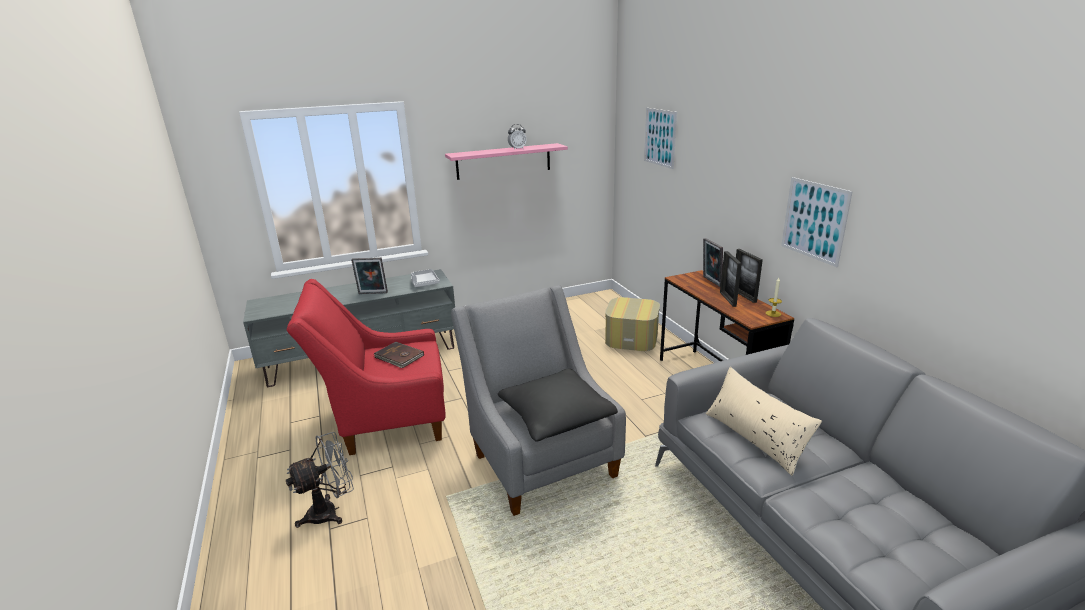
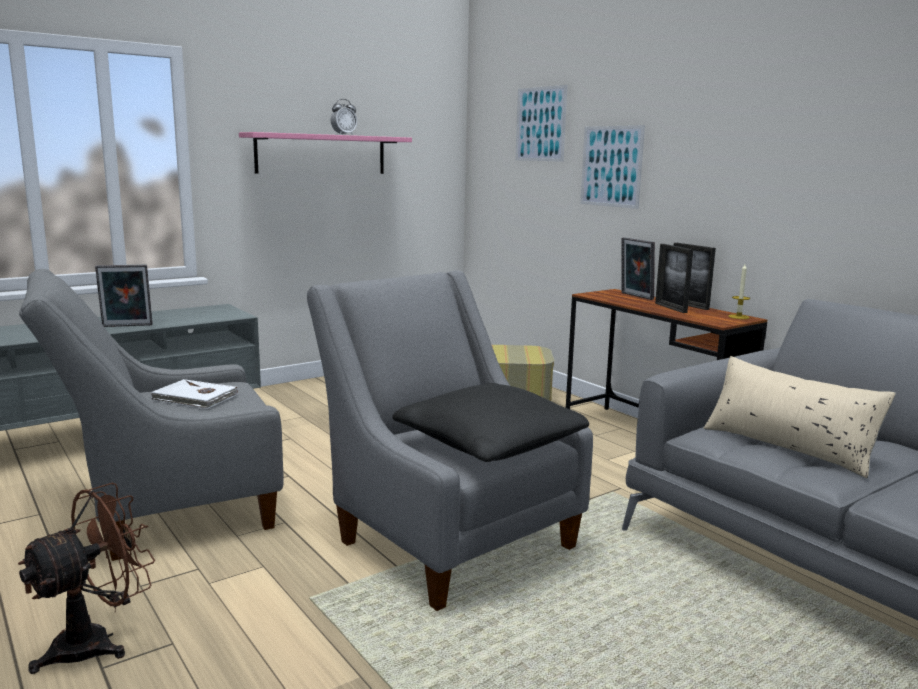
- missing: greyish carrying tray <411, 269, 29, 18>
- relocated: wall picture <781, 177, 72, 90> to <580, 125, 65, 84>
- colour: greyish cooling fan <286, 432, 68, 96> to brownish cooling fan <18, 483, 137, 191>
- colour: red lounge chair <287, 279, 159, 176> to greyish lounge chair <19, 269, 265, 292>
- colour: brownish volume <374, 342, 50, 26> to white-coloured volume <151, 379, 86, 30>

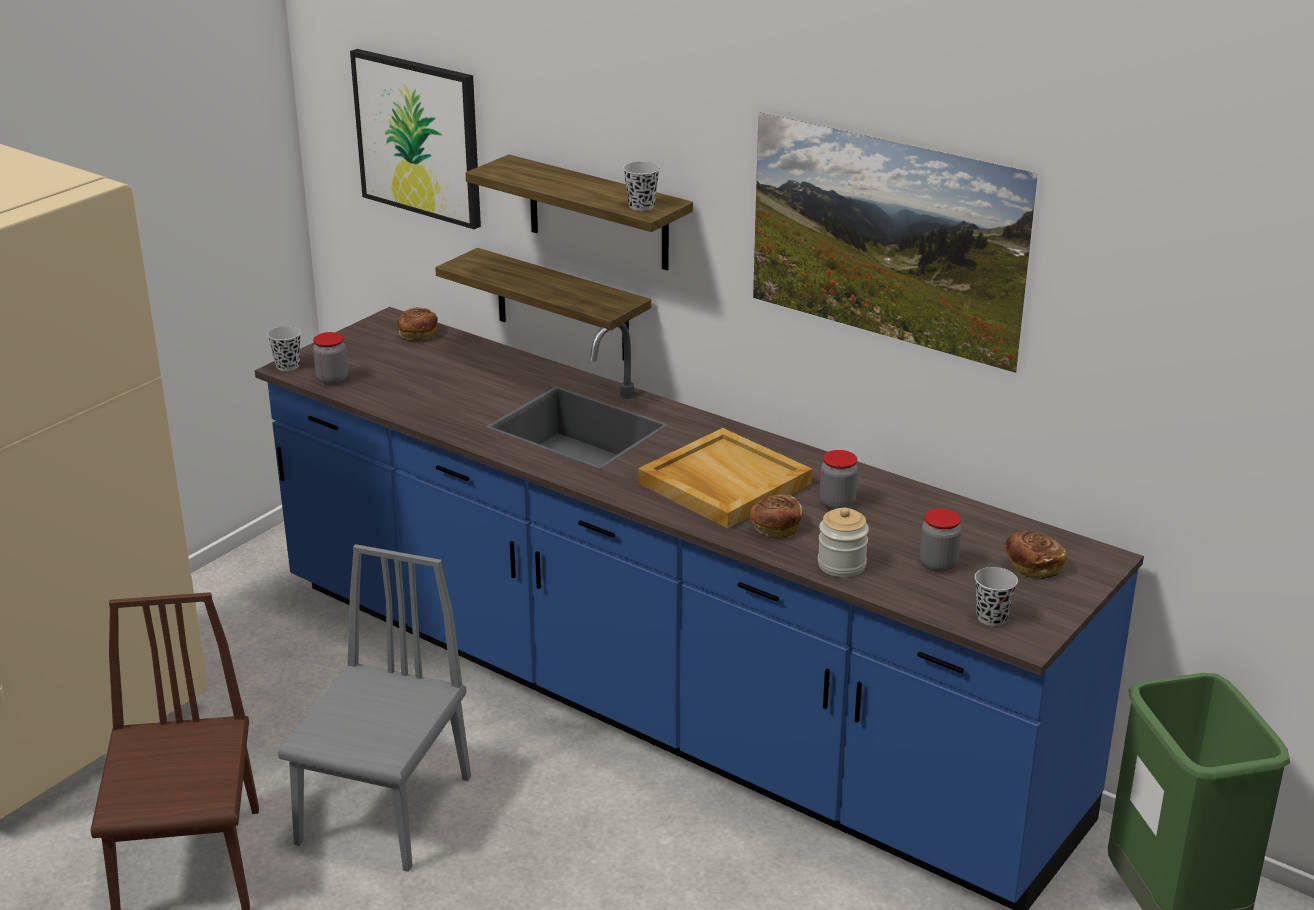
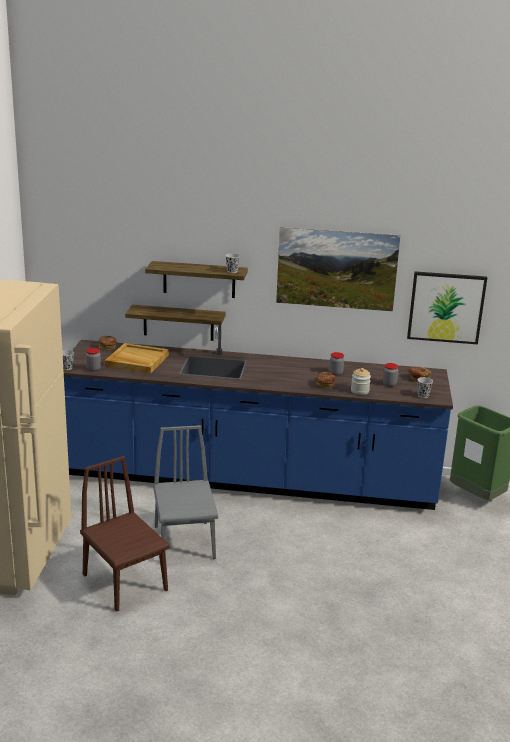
- relocated: wall picture <350, 49, 131, 180> to <407, 271, 80, 73>
- relocated: sand-coloured carrying tray <638, 428, 174, 101> to <105, 343, 64, 31>

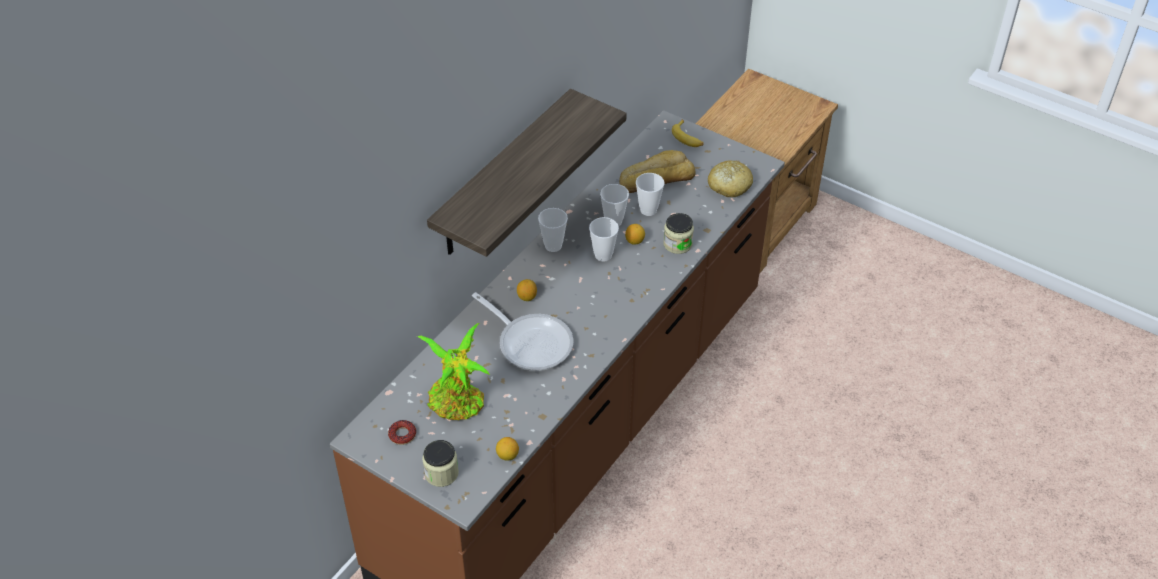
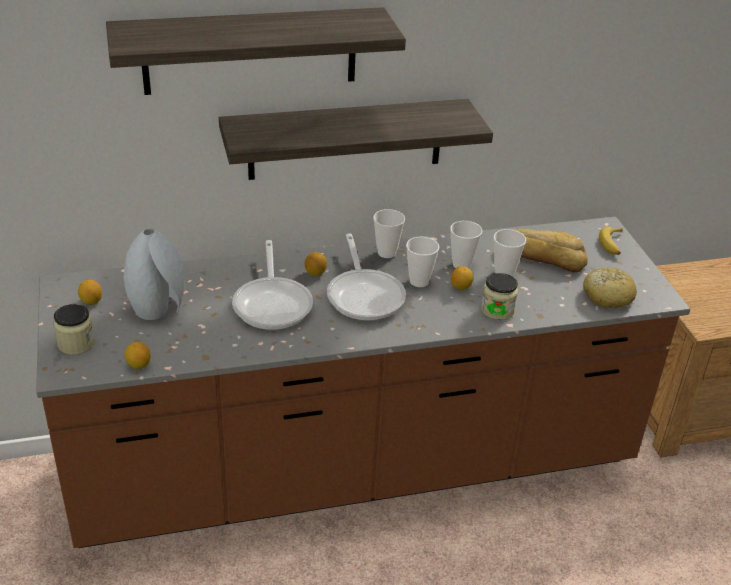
- appeared: wall shelf <106, 7, 300, 88>
- appeared: pan <327, 233, 79, 88>
- exchanged: donut <388, 420, 28, 25> to citrus fruit <78, 280, 24, 25>
- exchanged: potted plant <417, 323, 73, 97> to greyish vase <124, 228, 60, 92>

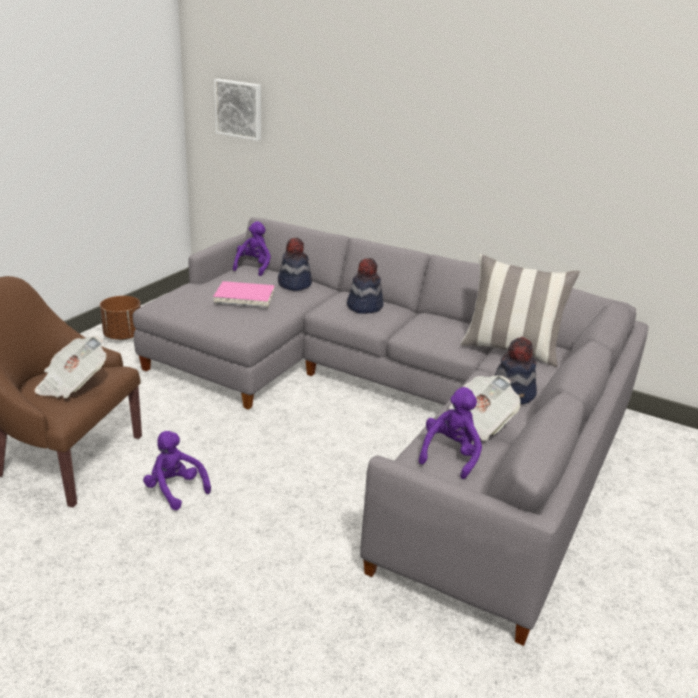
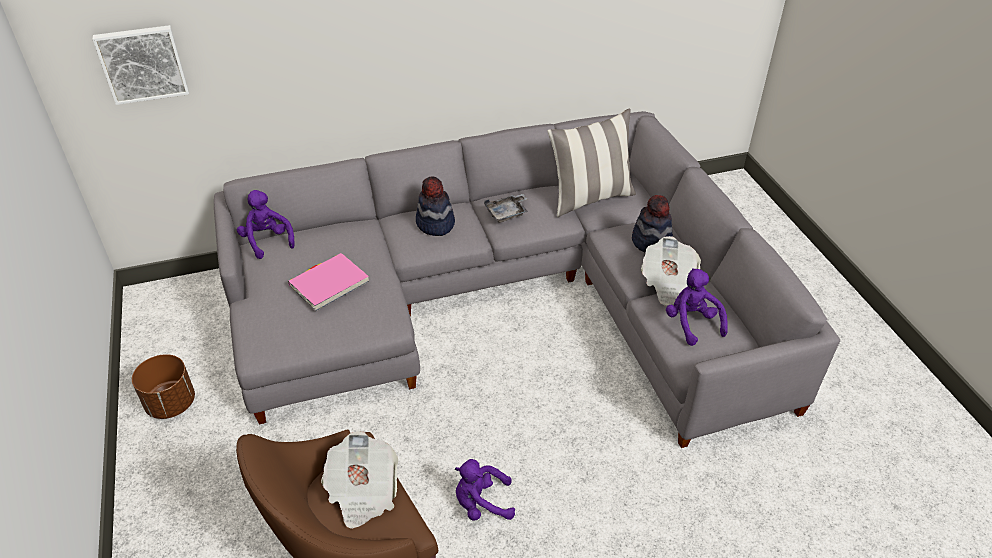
- missing: wearable hat <278, 237, 34, 54>
- appeared: greyish carrying tray <484, 194, 44, 29>

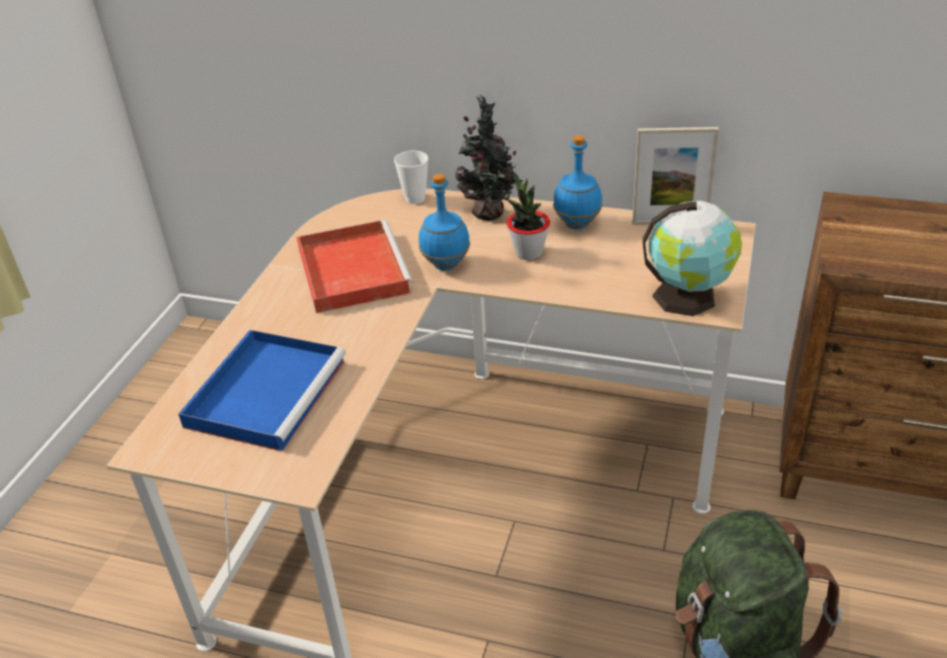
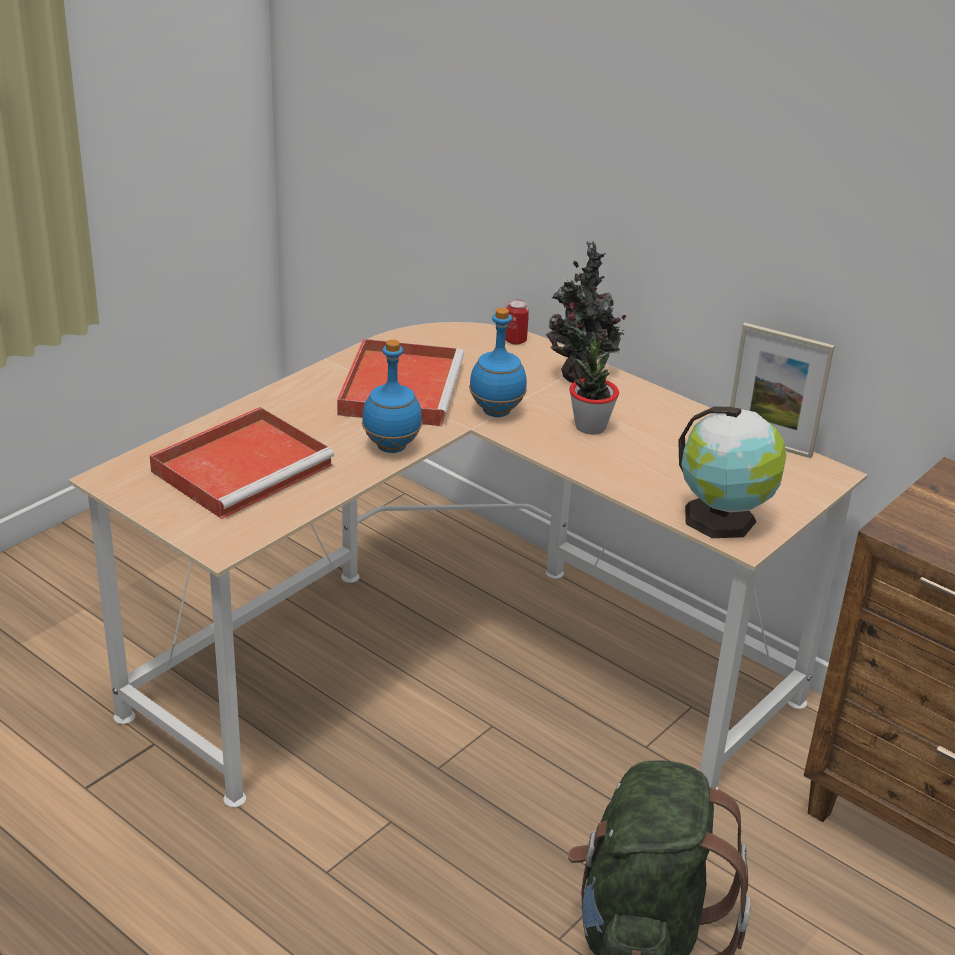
- relocated: bluish drink bottle <553, 135, 49, 95> to <362, 339, 60, 114>
- exchanged: drinking cup <394, 151, 34, 53> to sealed can <505, 299, 24, 46>
- colour: bluish carrying tray <178, 330, 168, 121> to red carrying tray <150, 407, 184, 112>

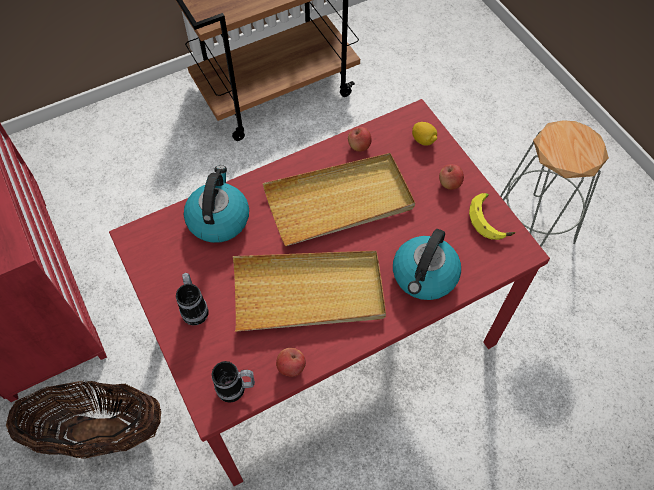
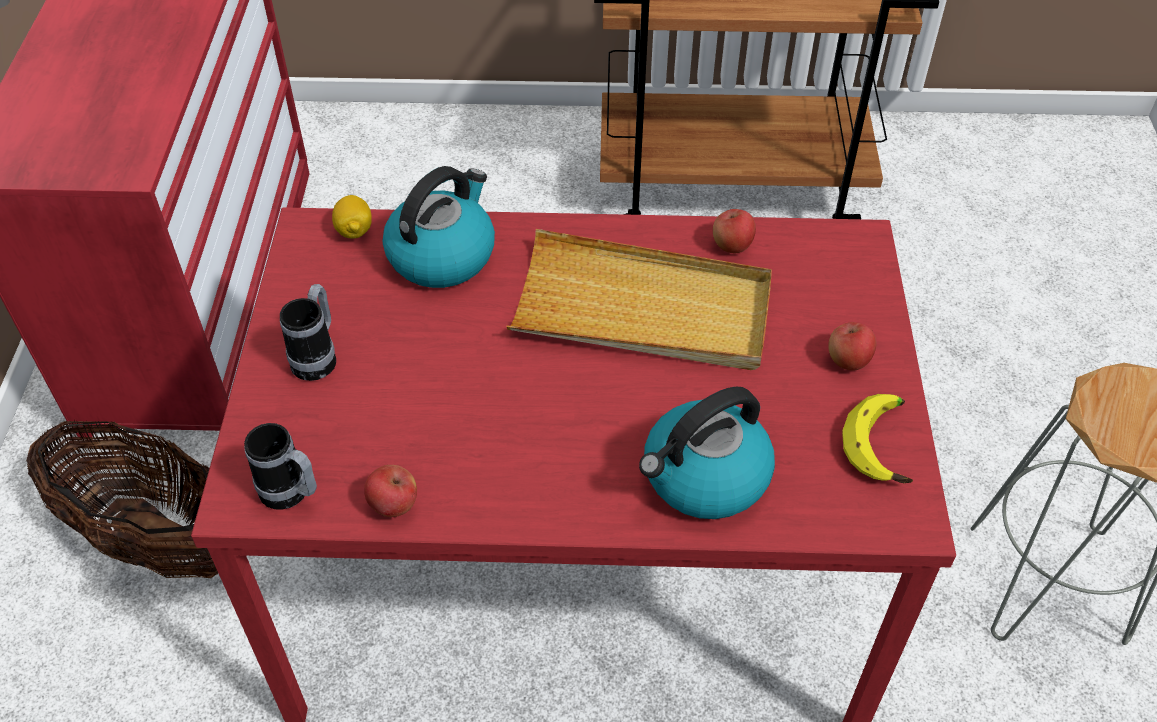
- missing: sand-coloured carrying tray <233, 251, 153, 81>
- relocated: citrus fruit <412, 122, 25, 24> to <332, 195, 40, 43>

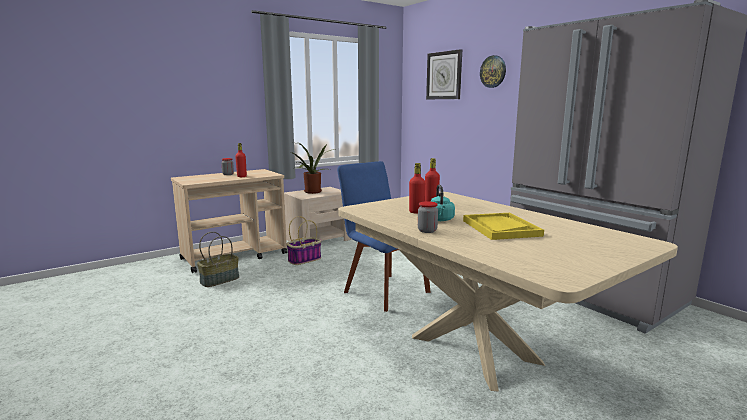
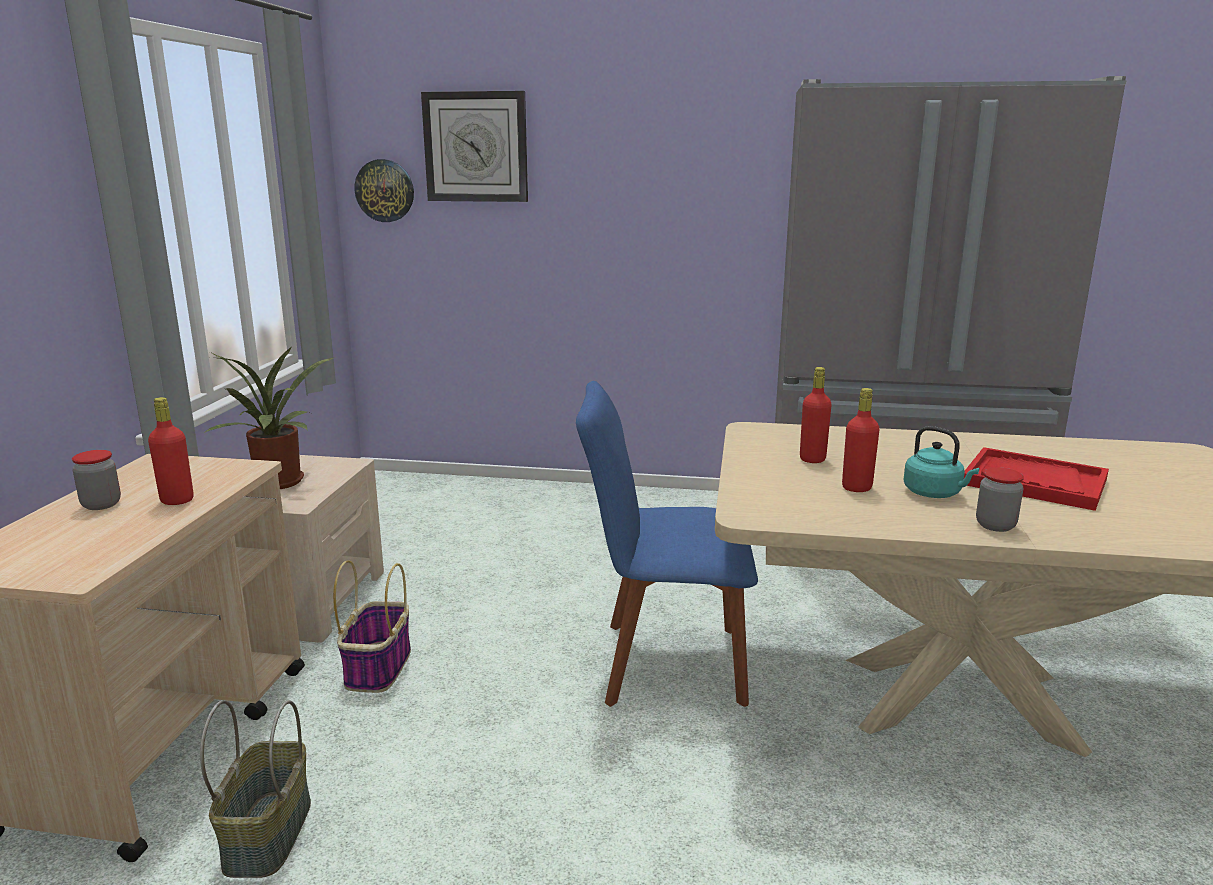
- relocated: wall clock <480, 55, 26, 33> to <355, 159, 59, 63>
- colour: yellow carrying tray <463, 213, 81, 27> to red carrying tray <964, 447, 145, 64>

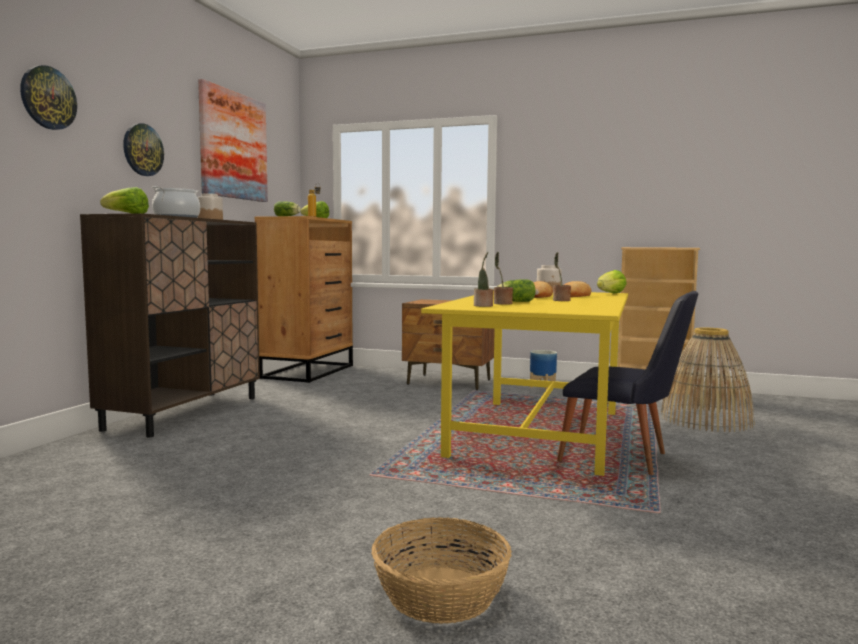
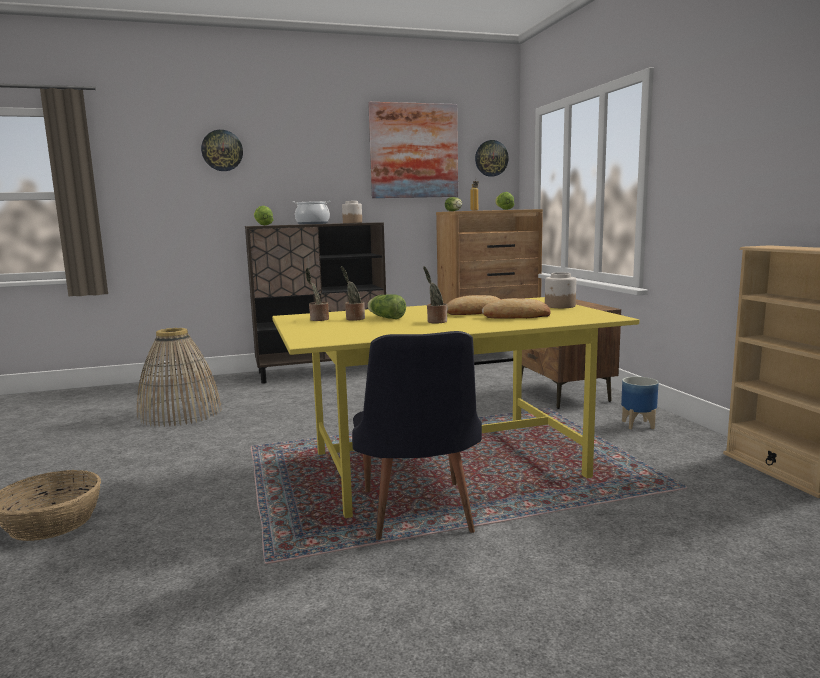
- missing: head of lettuce <597, 270, 30, 24>
- relocated: wall clock <123, 123, 41, 53> to <475, 140, 34, 37>
- relocated: basket <661, 327, 93, 105> to <137, 328, 85, 99>

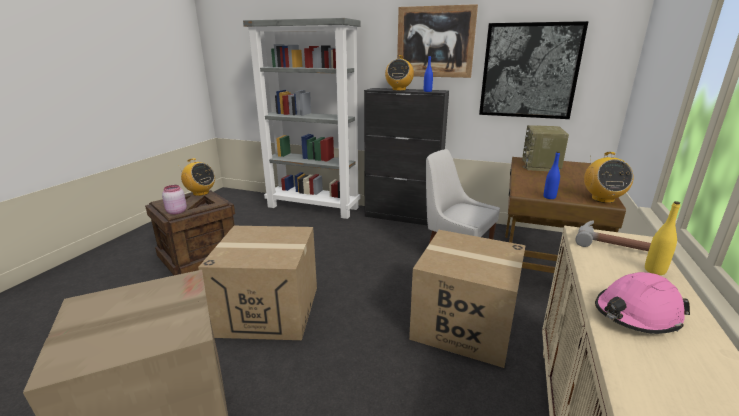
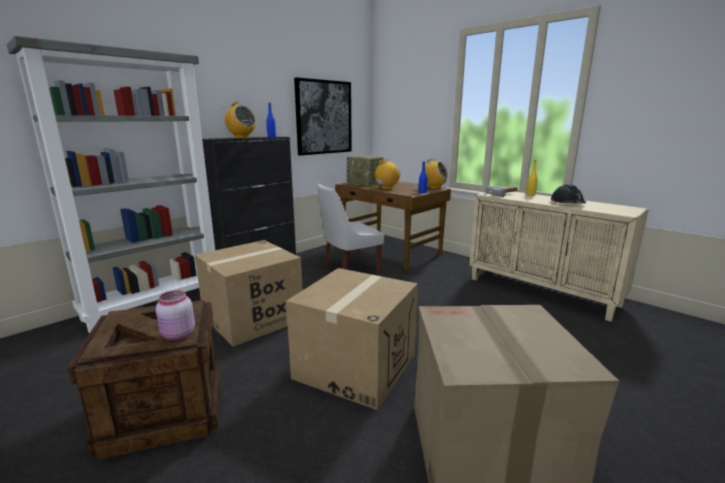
- missing: wall picture <397, 4, 81, 74>
- relocated: radio receiver <178, 158, 37, 38> to <375, 159, 26, 30>
- relocated: cardboard box <409, 230, 117, 138> to <195, 240, 108, 107>
- colour: pinkish hard hat <595, 272, 95, 62> to black hard hat <551, 184, 35, 19>

